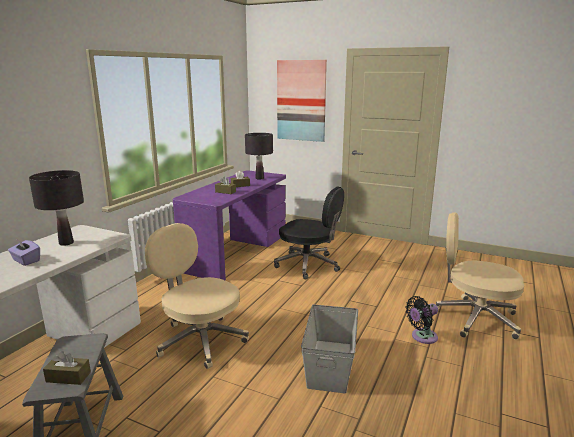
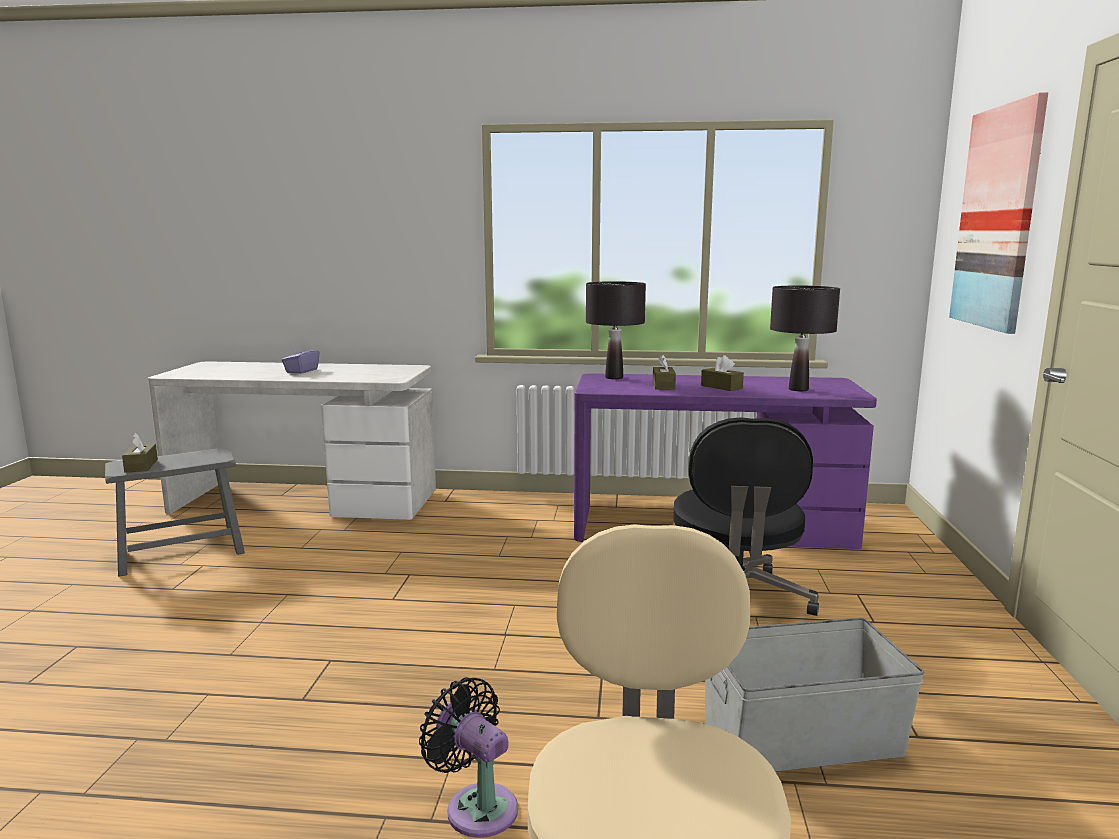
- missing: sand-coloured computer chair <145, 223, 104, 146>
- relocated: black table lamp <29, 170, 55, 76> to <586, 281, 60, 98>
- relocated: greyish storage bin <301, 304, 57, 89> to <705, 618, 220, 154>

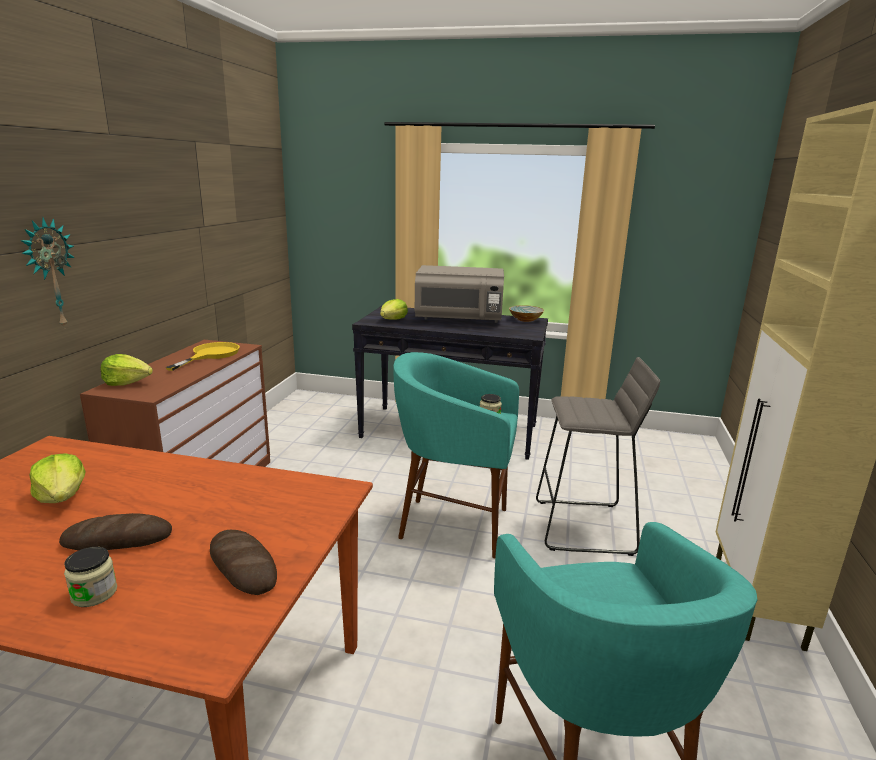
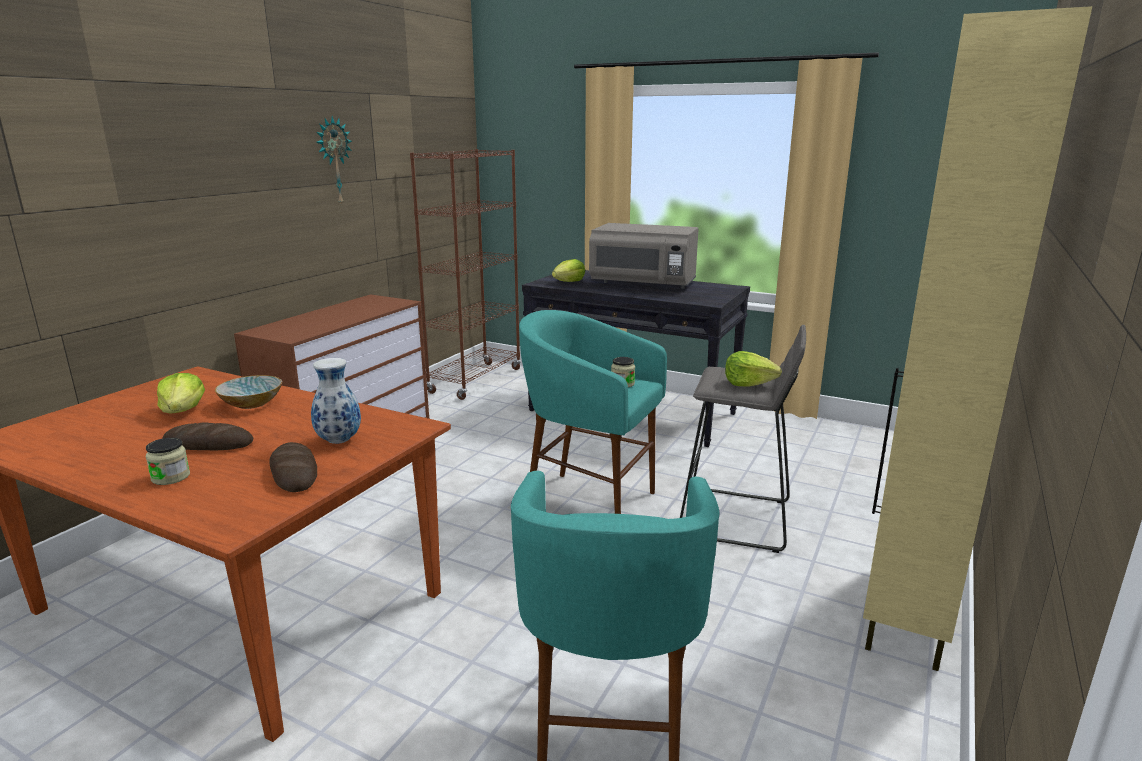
- missing: yellow pan <165, 342, 75, 29>
- appeared: vase <311, 358, 50, 86>
- appeared: brownish bookshelf <410, 149, 111, 251>
- relocated: wall clock <20, 218, 55, 111> to <316, 116, 36, 91>
- relocated: head of lettuce <101, 354, 52, 32> to <725, 351, 57, 36>
- relocated: serving bowl <509, 305, 35, 17> to <215, 375, 67, 34>

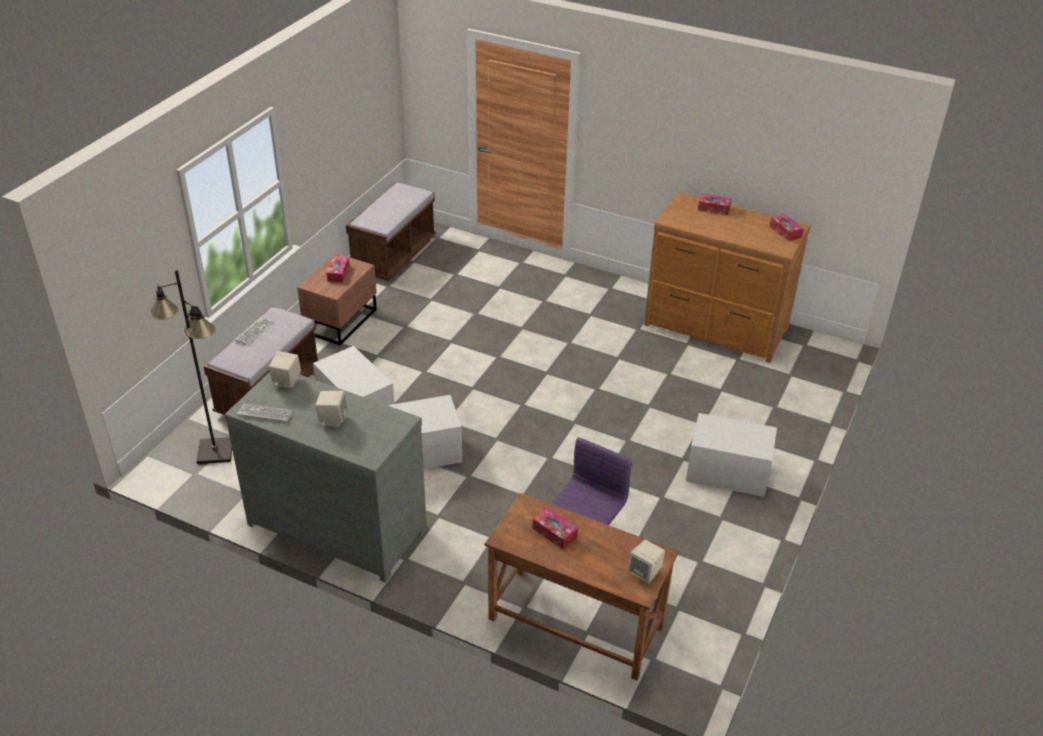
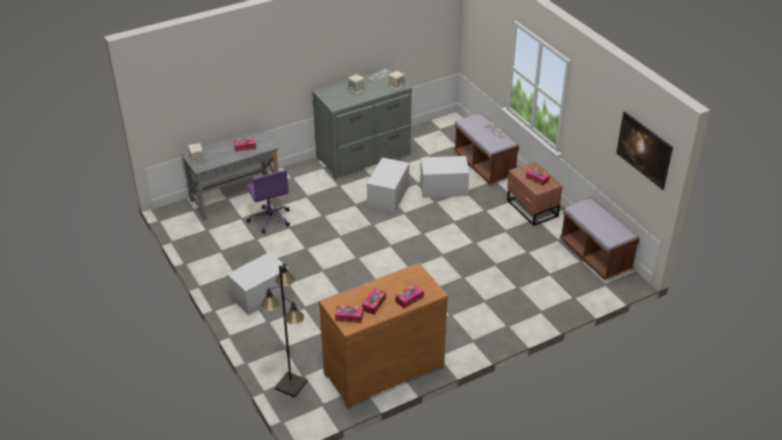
- appeared: tissue box <362, 288, 24, 27>
- appeared: wall picture <616, 112, 57, 78>
- relocated: black standard lamp <150, 270, 82, 194> to <260, 263, 48, 135>
- colour: brownish desk unit <485, 493, 194, 188> to greyish desk unit <181, 129, 97, 92>

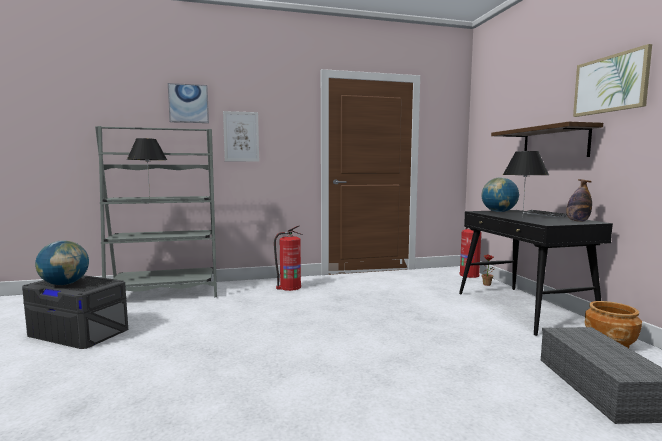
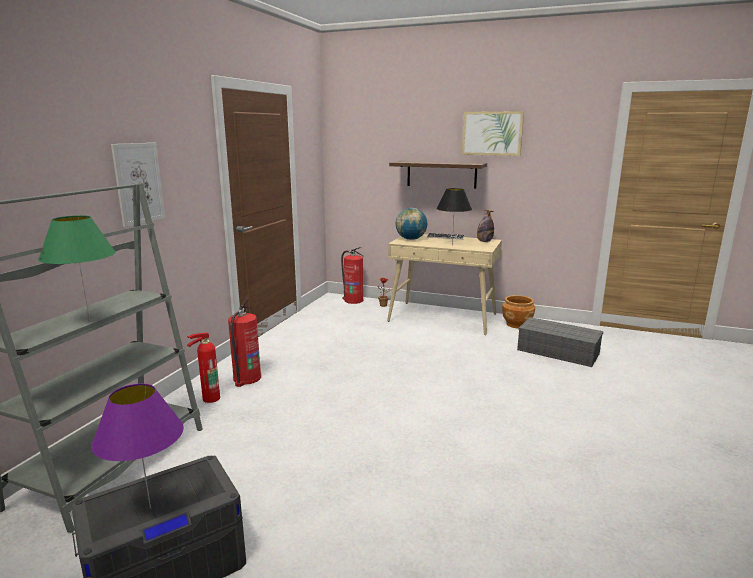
- missing: wall picture <168, 83, 41, 40>
- appeared: fire extinguisher <187, 333, 33, 70>
- exchanged: desk globe <35, 240, 54, 45> to purplish table lamp <91, 384, 93, 125>
- colour: black table lamp <127, 138, 40, 60> to green-coloured table lamp <38, 215, 78, 107>
- colour: black desk unit <459, 210, 154, 126> to sand-coloured desk unit <387, 234, 115, 101>

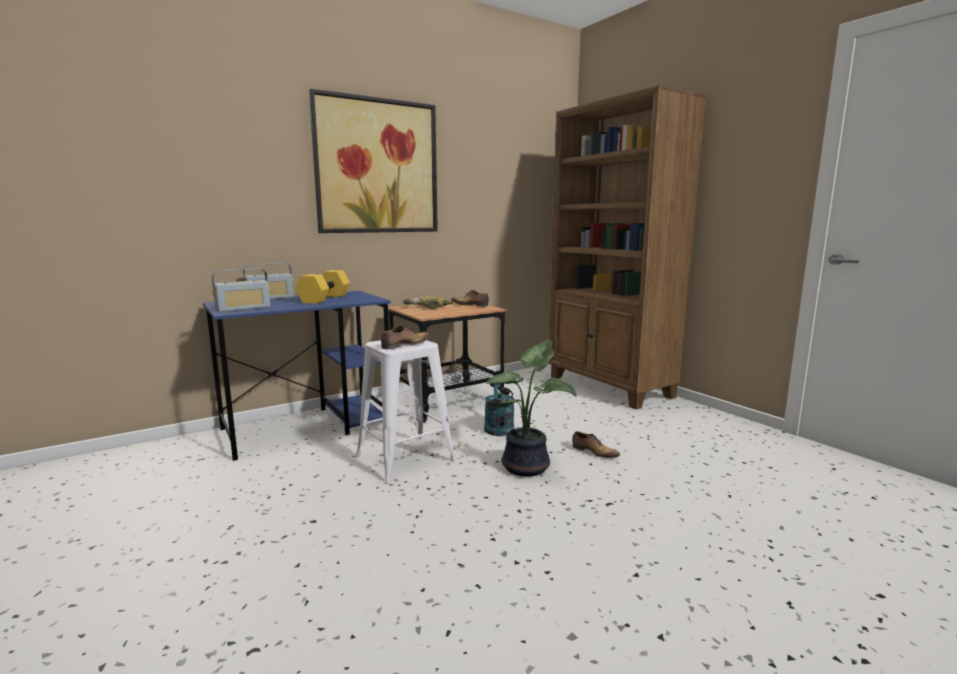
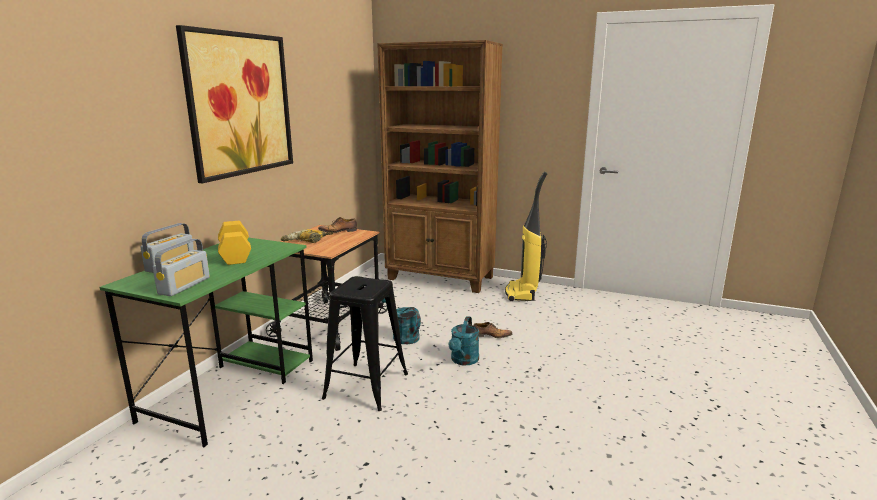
- missing: item of footwear <381, 325, 50, 24>
- appeared: vacuum <505, 172, 42, 129>
- exchanged: potted plant <486, 340, 91, 137> to turquoise watering pot <449, 316, 30, 49>
- colour: bluish desk unit <203, 291, 188, 170> to green-coloured desk unit <99, 237, 214, 210>
- colour: white-coloured stool seat <356, 340, 100, 142> to black stool seat <322, 276, 86, 135>

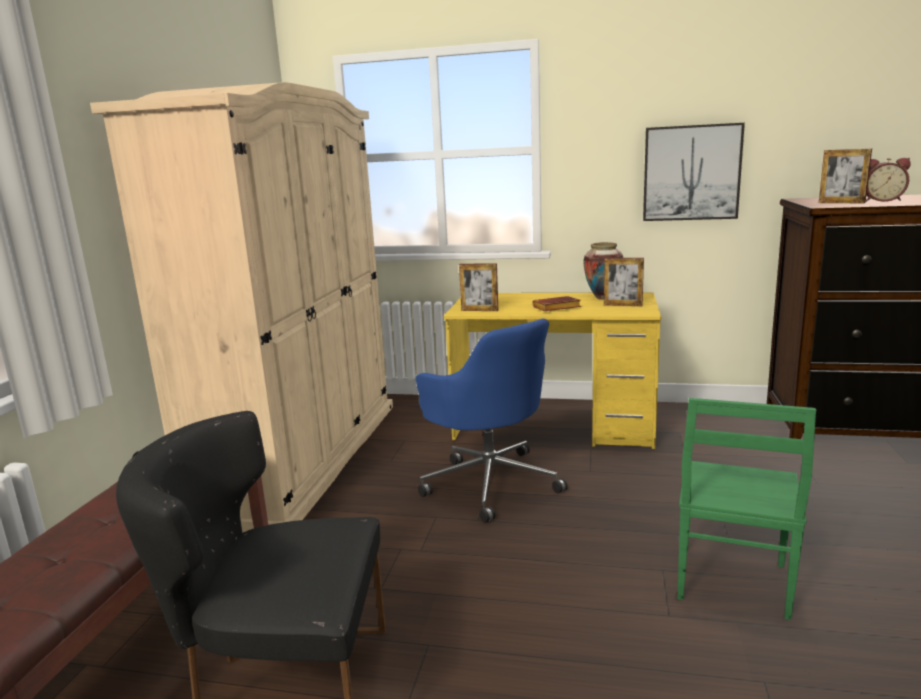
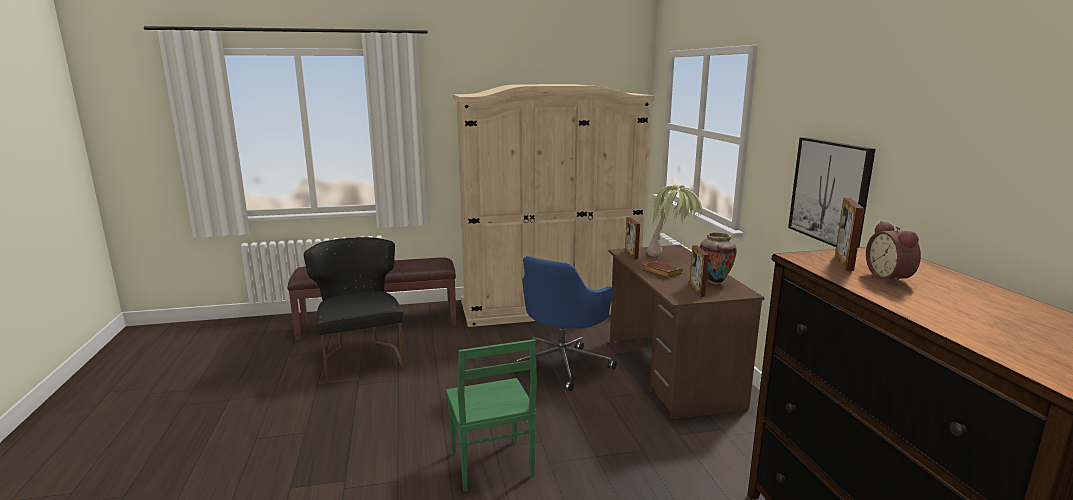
- appeared: potted plant <647, 185, 55, 72>
- colour: yellow desk unit <444, 292, 217, 157> to brownish desk unit <609, 245, 155, 175>
- spun: green-coloured plain chair <678, 398, 138, 222> = <446, 339, 91, 153> 105 degrees counterclockwise

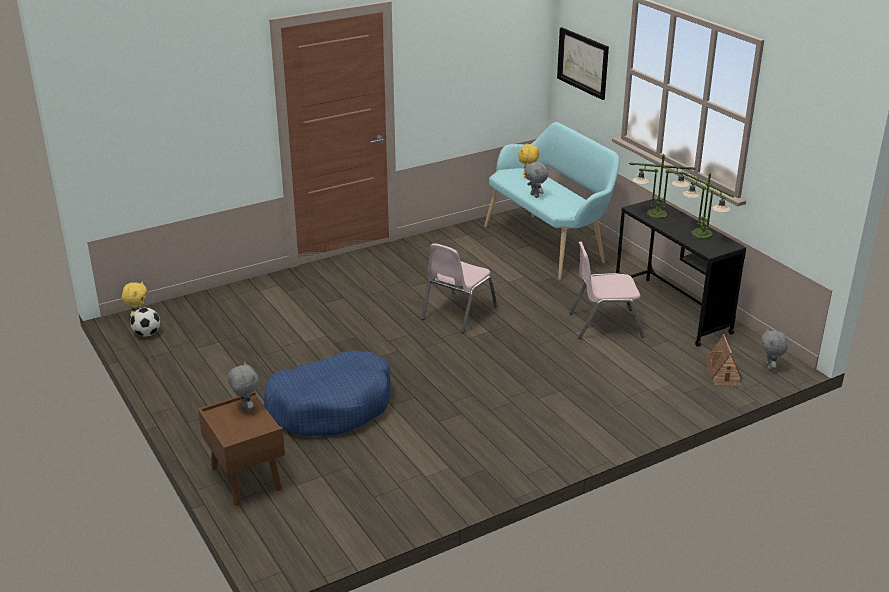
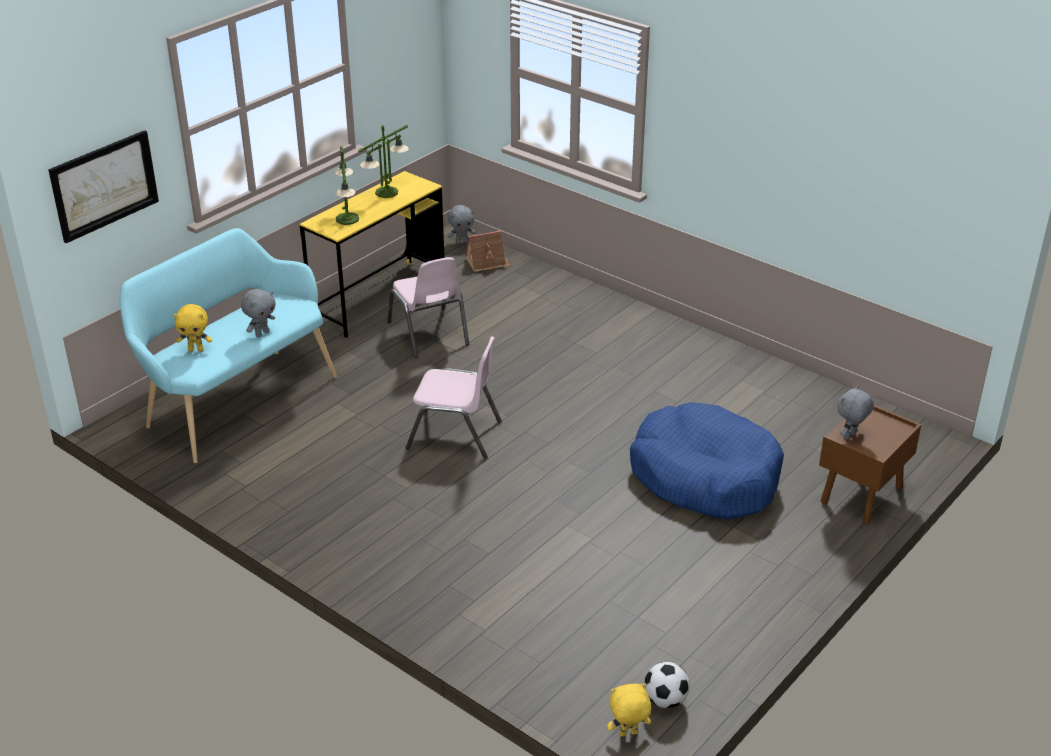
- colour: black desk unit <616, 199, 130, 148> to yellow desk unit <300, 171, 144, 167>

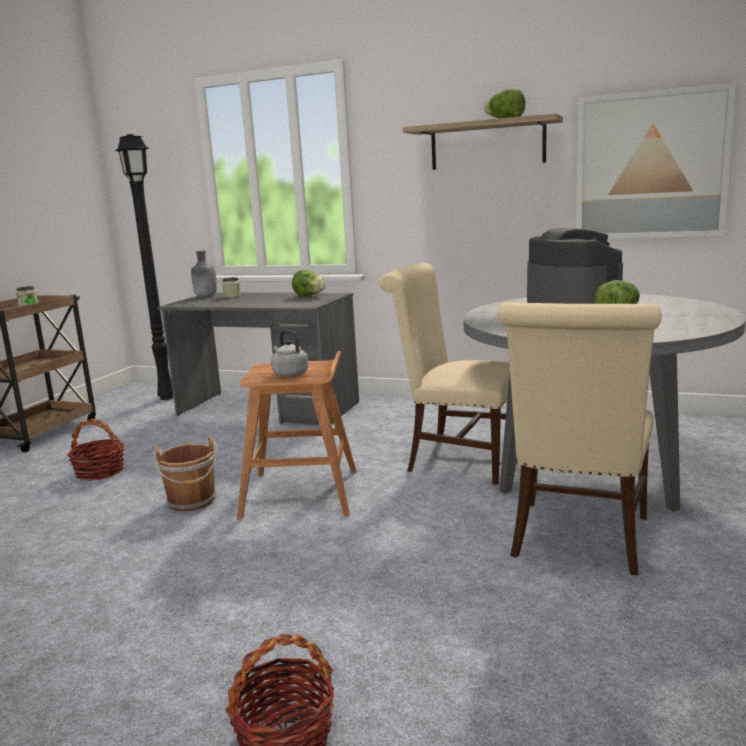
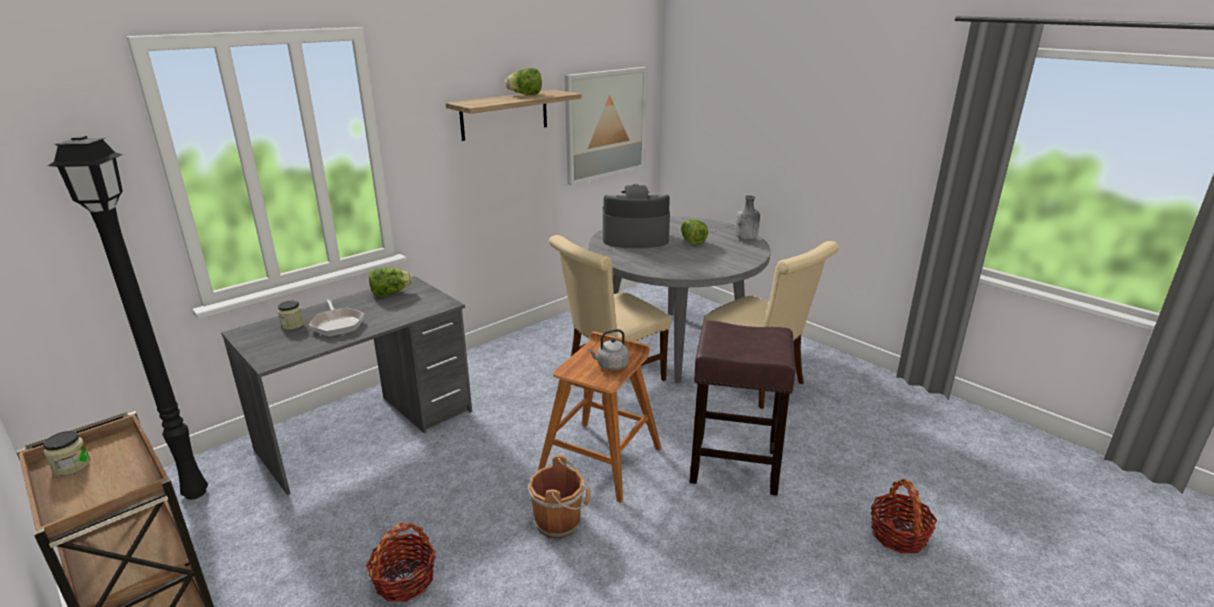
- appeared: pan <309, 299, 55, 38>
- appeared: brownish stool seat <690, 321, 106, 175>
- relocated: greyish drink bottle <191, 251, 26, 46> to <735, 195, 25, 45>

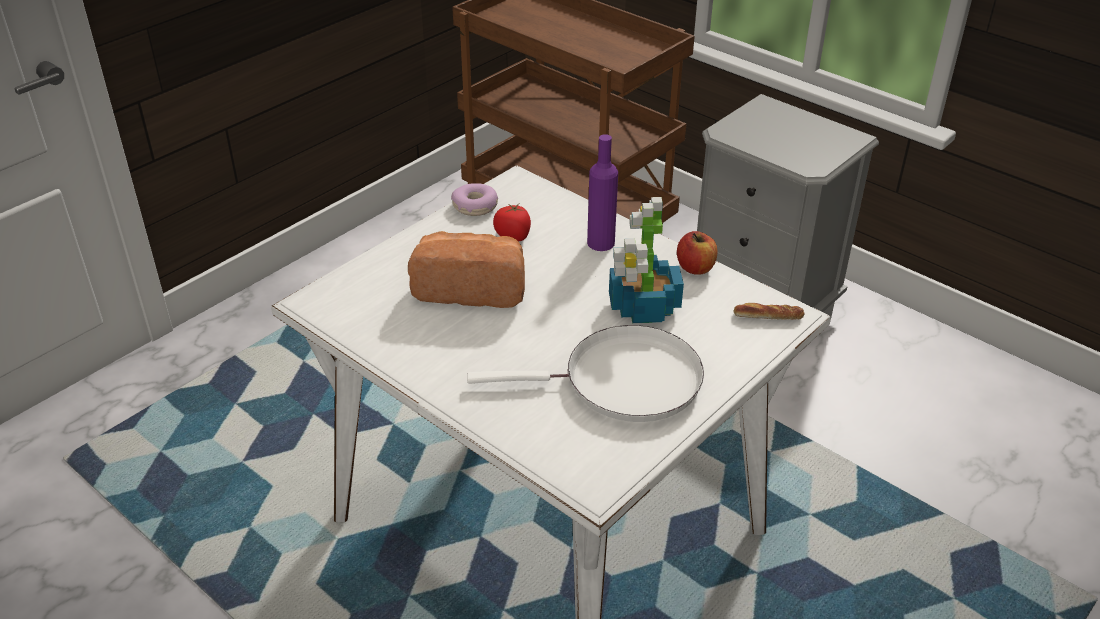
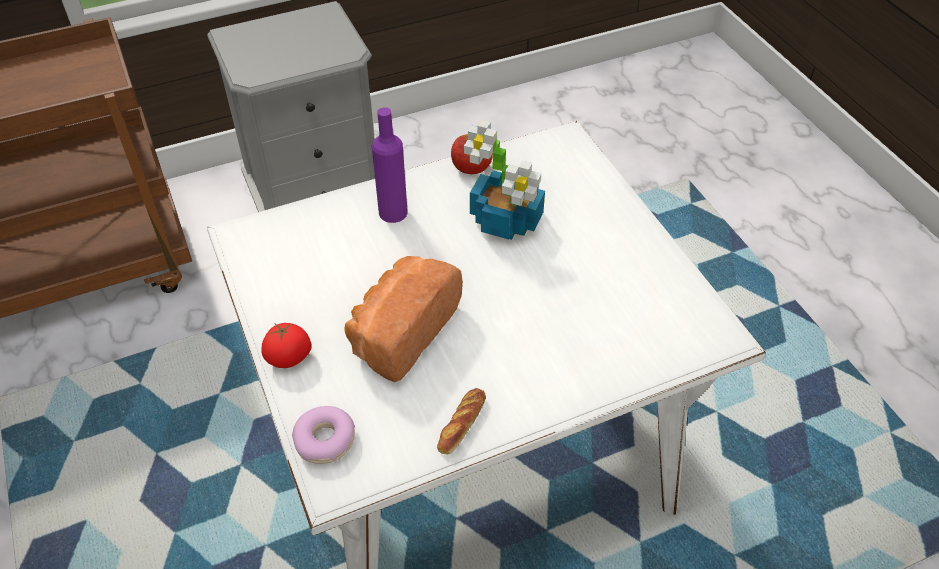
- missing: white-coloured pan <467, 325, 237, 97>
- relocated: donut <451, 183, 47, 33> to <292, 406, 63, 58>
- relocated: fresh tomato <493, 204, 38, 38> to <261, 323, 51, 45>
- relocated: baked bread <734, 303, 71, 17> to <437, 388, 49, 67>

